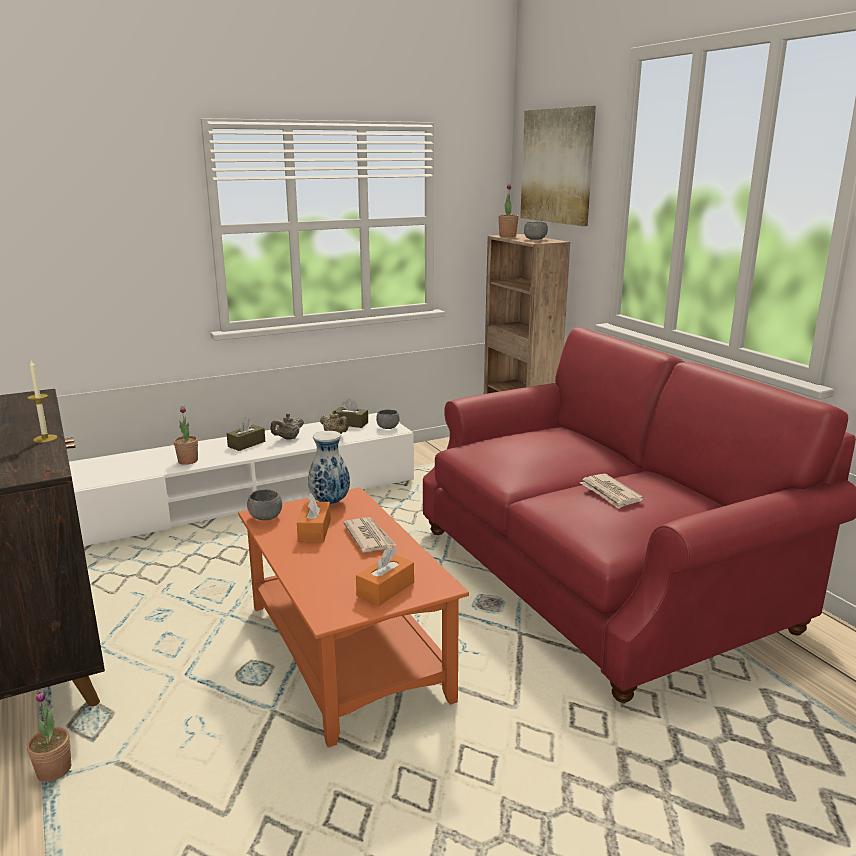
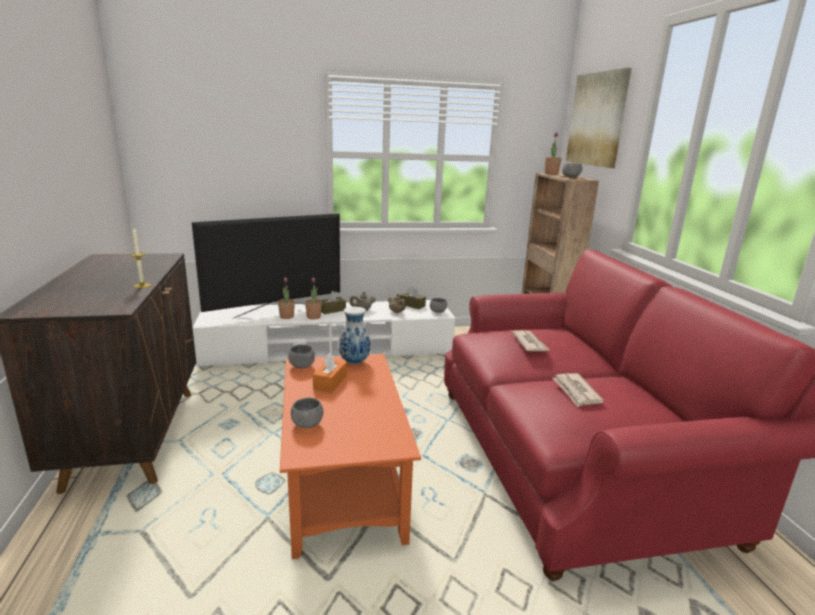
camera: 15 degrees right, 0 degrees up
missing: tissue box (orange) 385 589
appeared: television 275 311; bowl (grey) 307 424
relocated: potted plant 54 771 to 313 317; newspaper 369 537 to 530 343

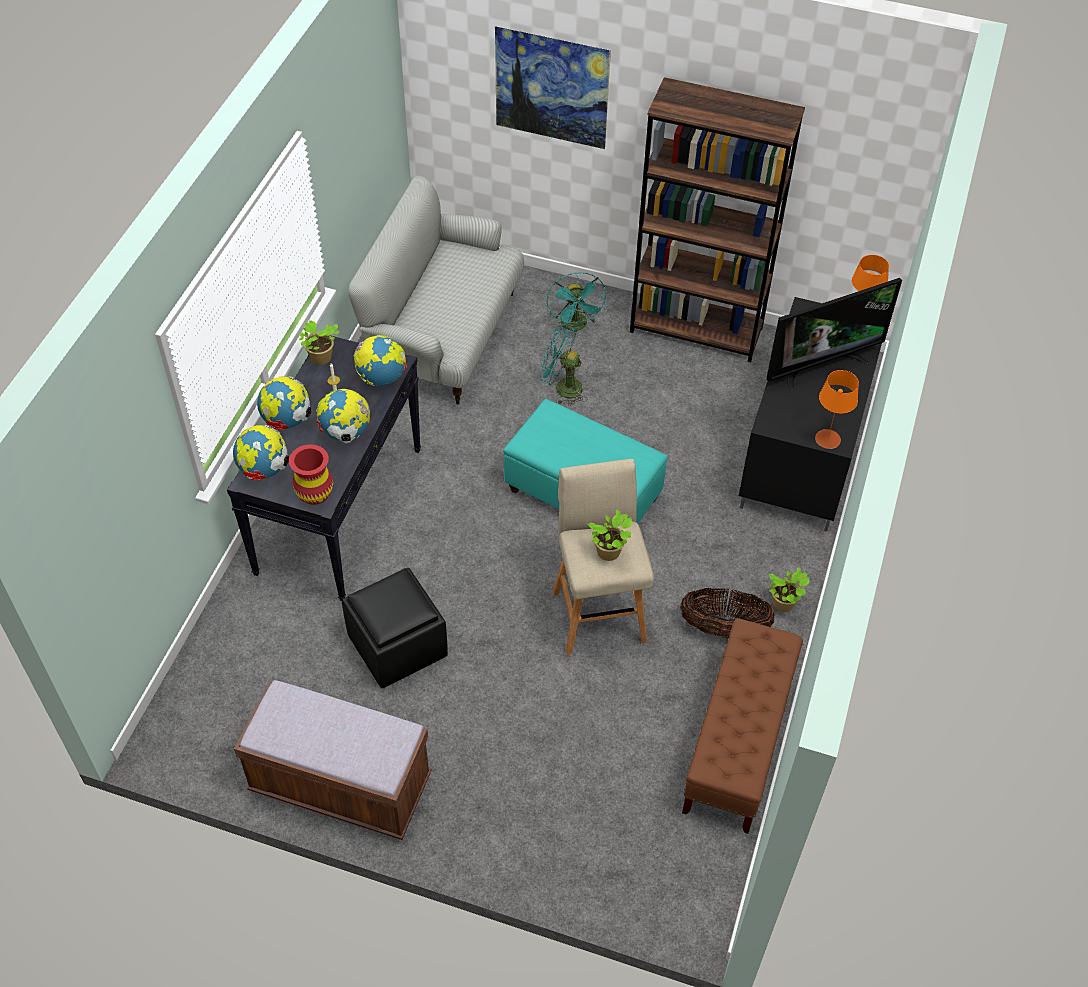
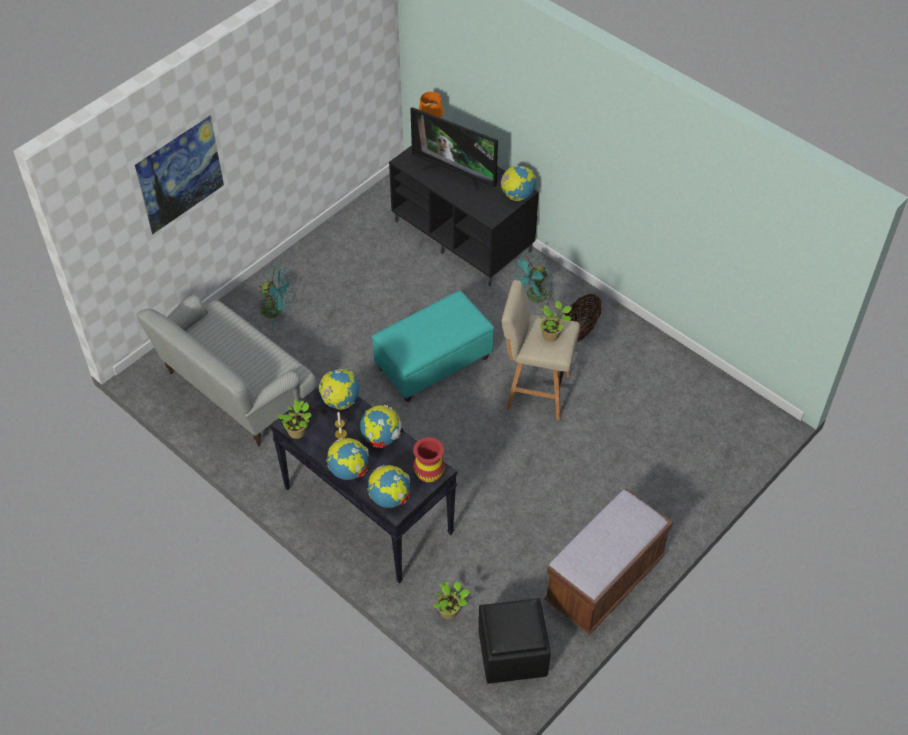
camera: 65 degrees left, 0 degrees up
missing: bookcase (brown) 696 329; bench (brown) 737 745
relocated: potted plant 784 605 to 450 611; ottoman (black) 396 646 to 512 654; fan (turquoise) 562 387 to 534 298
exchanged: table lamp (orange) 827 439 to globe 517 196
spun: television 820 365 = 455 174 120 degrees clockwise

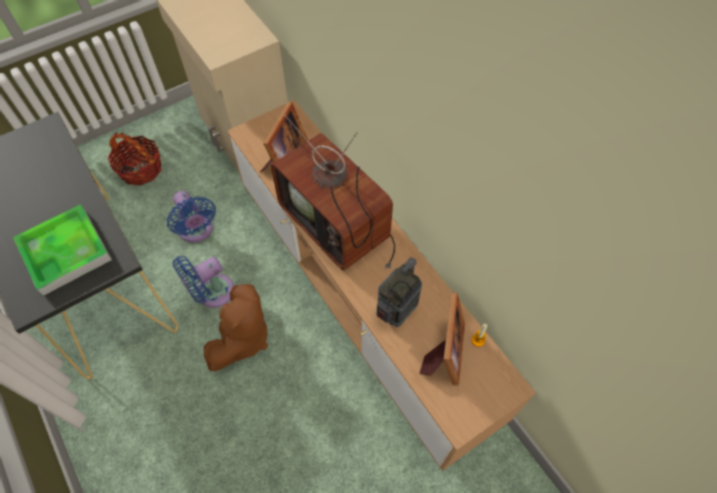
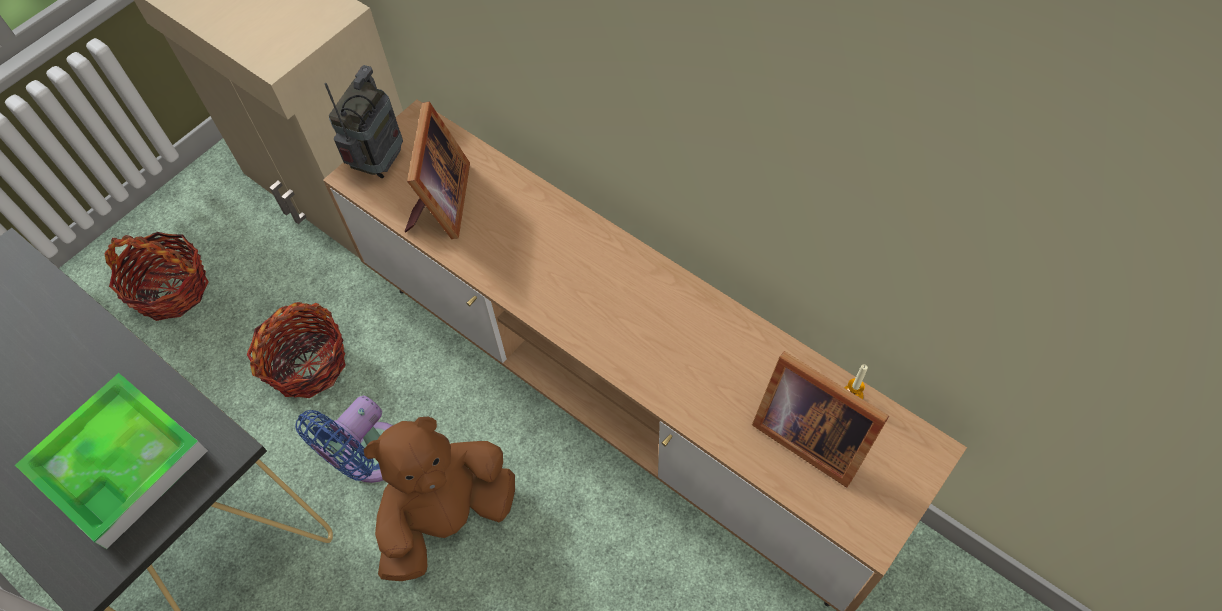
camera: 15 degrees left, 0 degrees up
missing: television 339 225
relocated: radio 396 312 to 380 163
exchanged: fan (blue) 197 231 to basket 307 364
spun: plush toy (brown) 242 339 = 447 517 135 degrees counterclockwise; picture frame 444 353 = 808 432 135 degrees clockwise

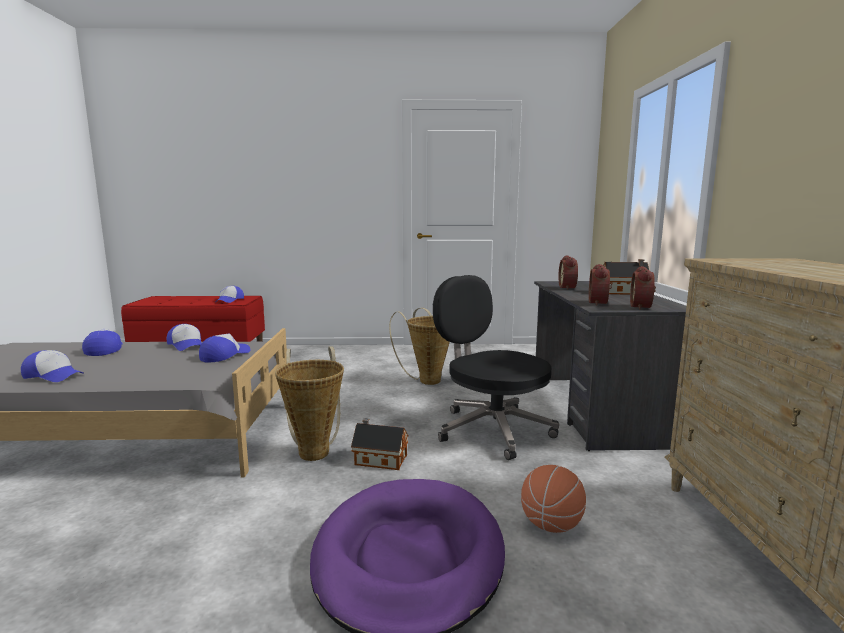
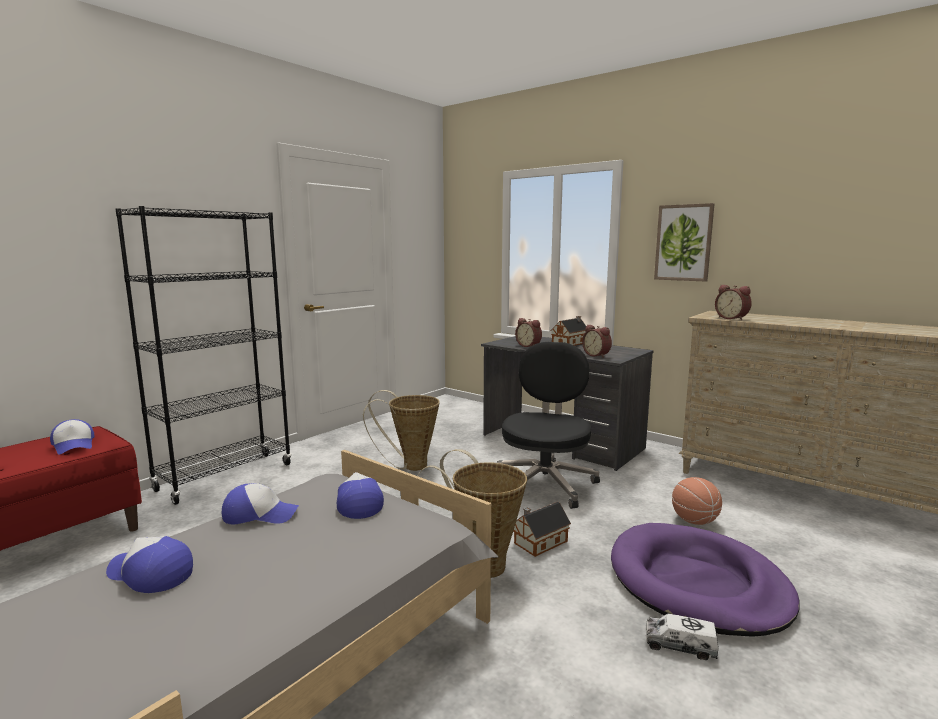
camera: 50 degrees left, 0 degrees up
missing: cap 53 375
appeared: bookcase (black) 225 477; toy truck 680 645; picture 683 243
relocated: alarm clock 643 307 to 732 318
spun: office chair (black) 491 429 = 545 483 105 degrees clockwise

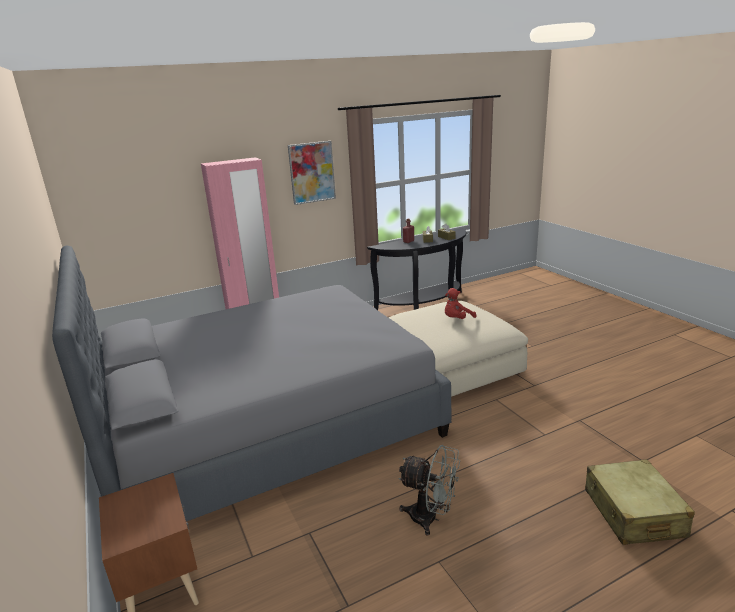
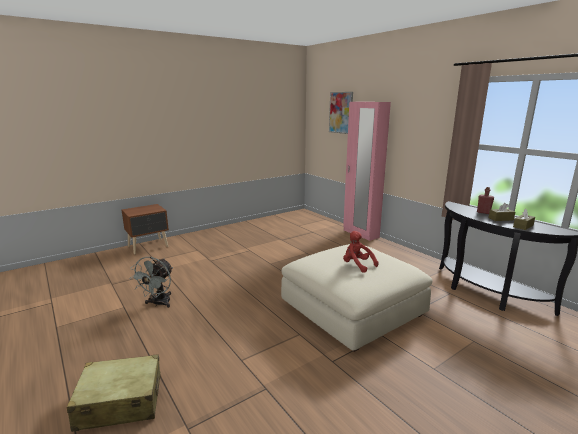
camera: 80 degrees right, 5 degrees down
missing: bed (grey) 268 424
relocated: picture 312 172 to 341 112

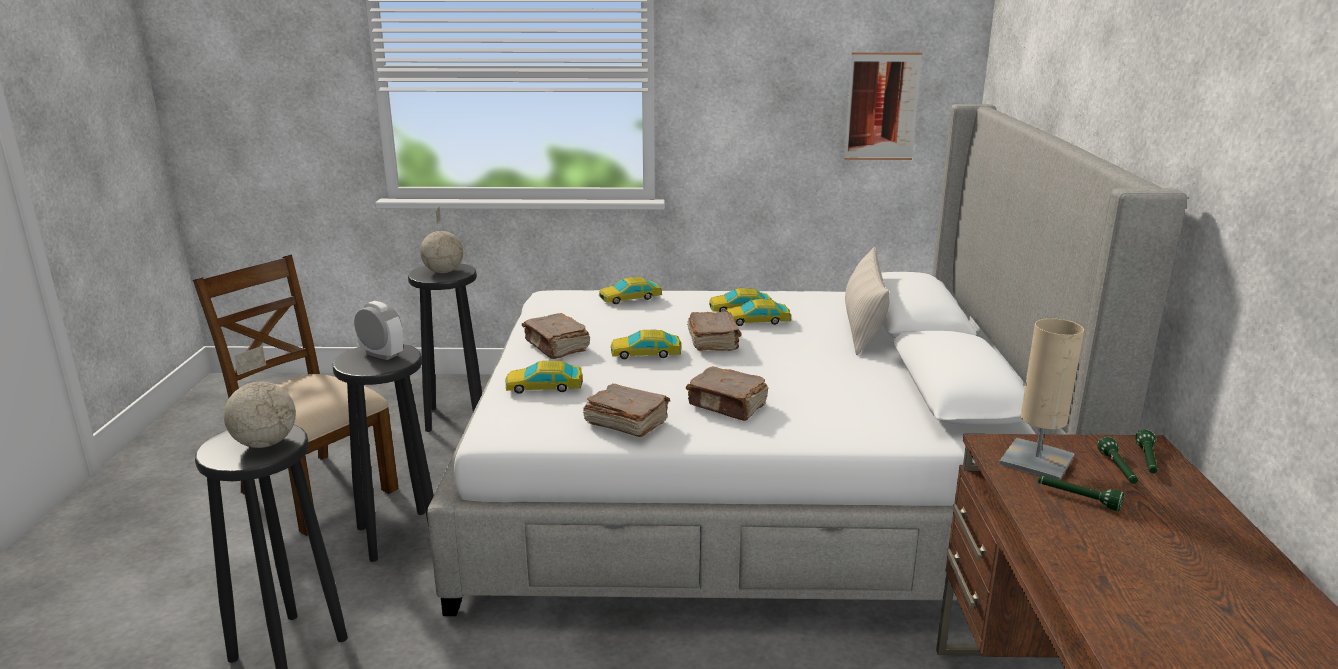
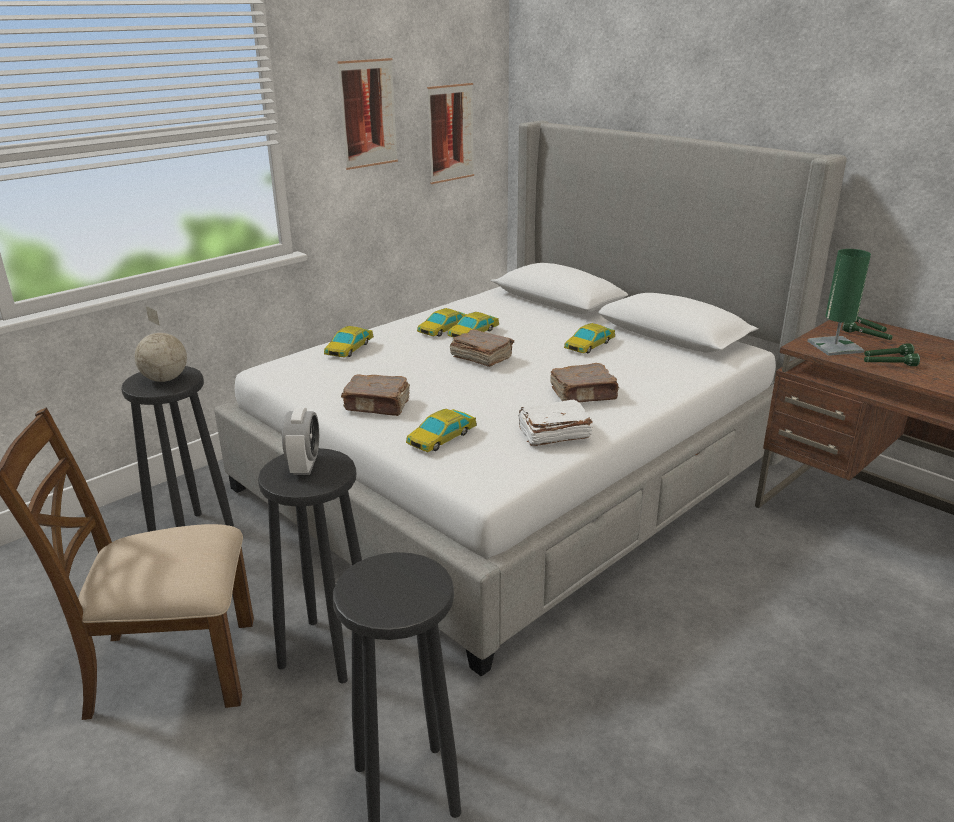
camera: 45 degrees left, 5 degrees up
missing: globe 264 444; pillow (beige) 863 328
appeared: picture 368 113; flashlight (green) 889 365
relocated: toy car 646 353 to 589 345
colour: book (brown) 626 423 to book (white) 553 434; table lamp (beige) 1036 460 to table lamp (green) 835 346
spun: alarm clock 381 355 = 304 466 105 degrees clockwise

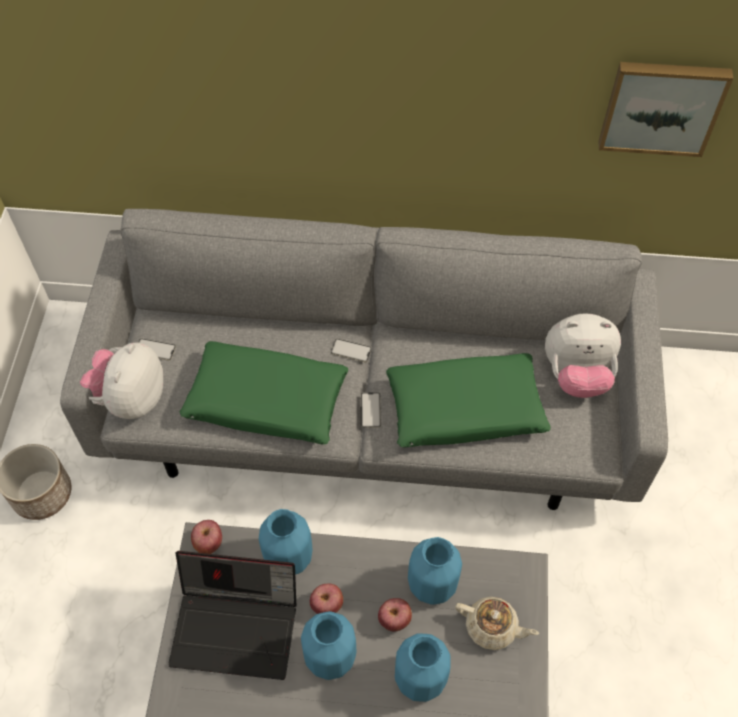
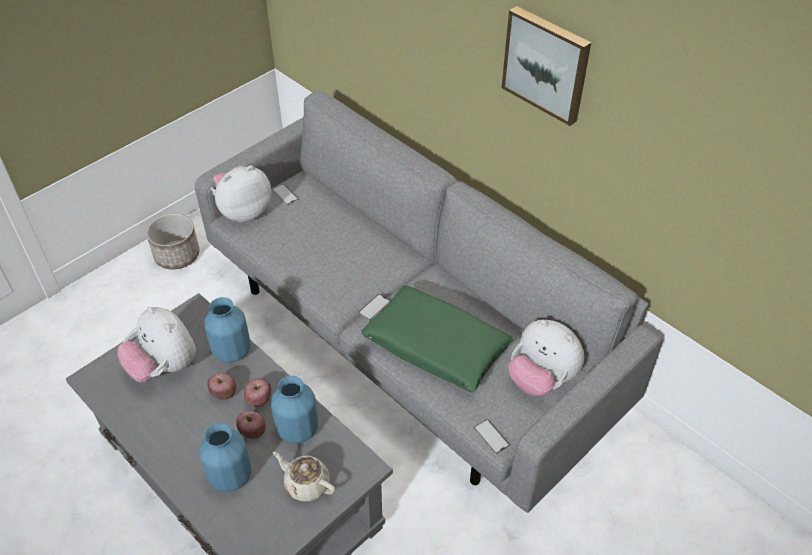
camera: 40 degrees right, 10 degrees down
missing: pillow (green) 266 401; vase (blue) 331 656
relocated: apple 208 543 to 259 400; phone 351 350 to 491 436; picture 662 106 to 547 64
exchanged: laptop 237 626 to plush toy 164 367
spun: teapot (beige) 492 627 = 306 484 150 degrees clockwise

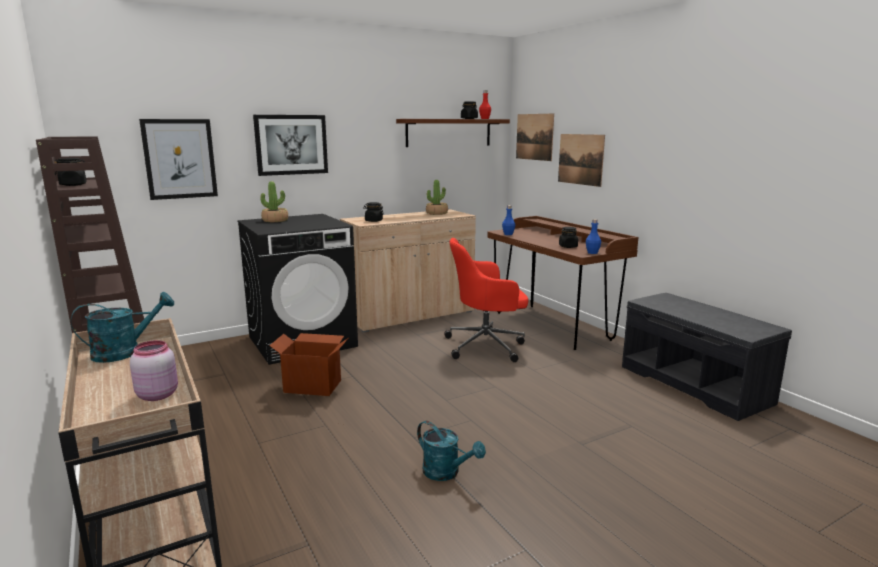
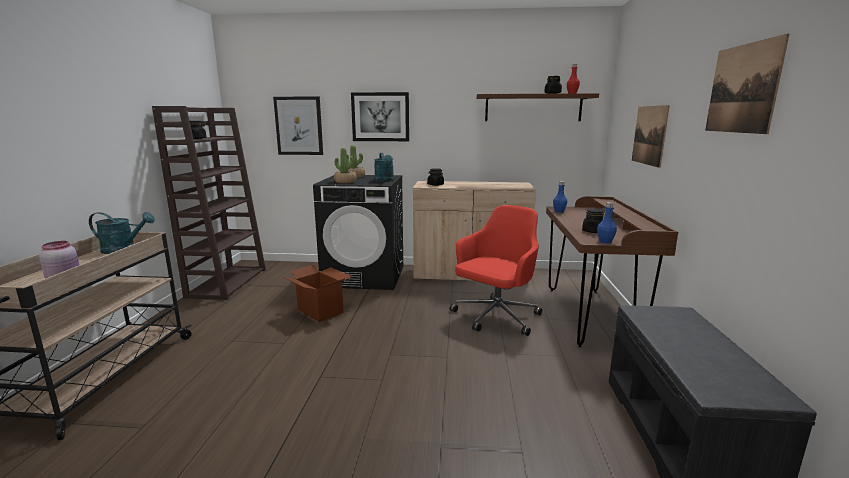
camera: 35 degrees right, 0 degrees up
relocated: potted plant 436 213 to 345 181; watering can (turquoise) 446 473 to 385 181; picture 534 137 to 742 88
spun: office chair (red) 486 346 = 495 317 105 degrees clockwise

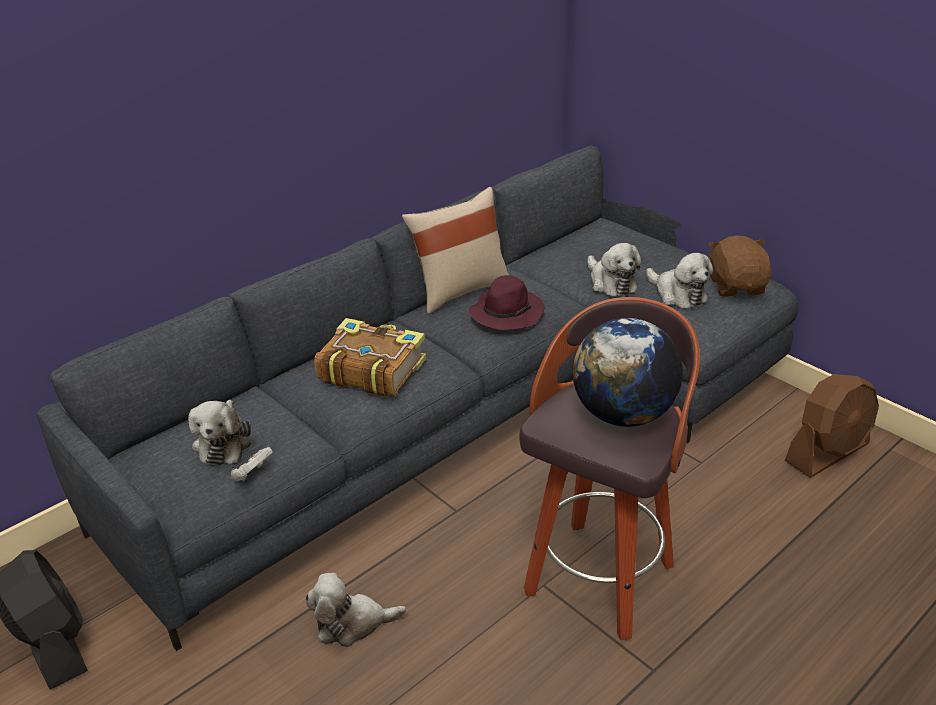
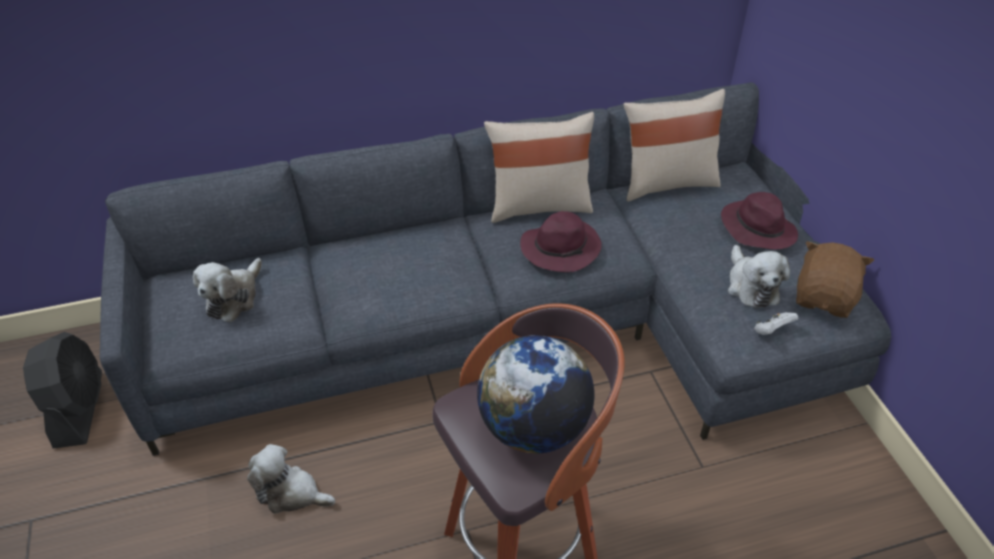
camera: 25 degrees right, 10 degrees up
missing: book 371 369; plush toy 611 283; fan (brown) 827 452
appeared: pillow (beige) 667 183; hat (purple) 756 228
relocated: game controller (white) 252 474 to 772 331

